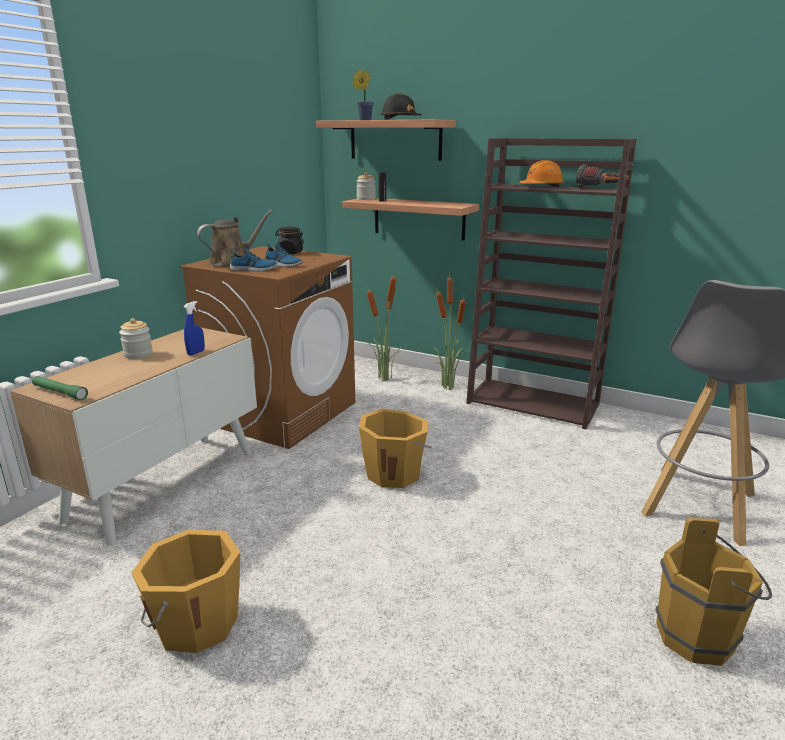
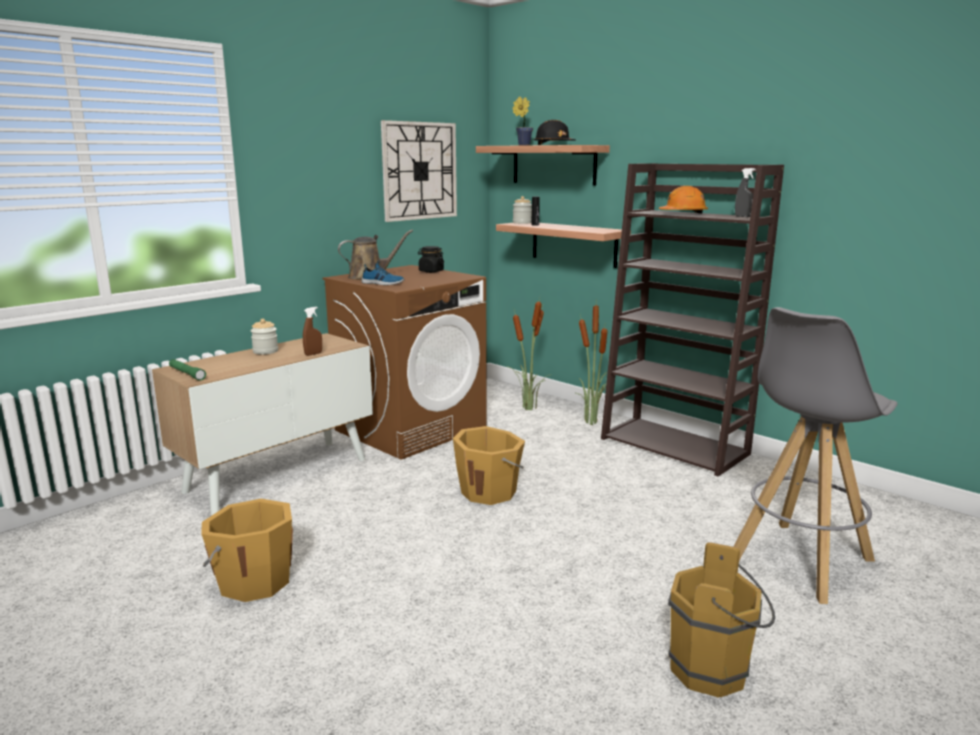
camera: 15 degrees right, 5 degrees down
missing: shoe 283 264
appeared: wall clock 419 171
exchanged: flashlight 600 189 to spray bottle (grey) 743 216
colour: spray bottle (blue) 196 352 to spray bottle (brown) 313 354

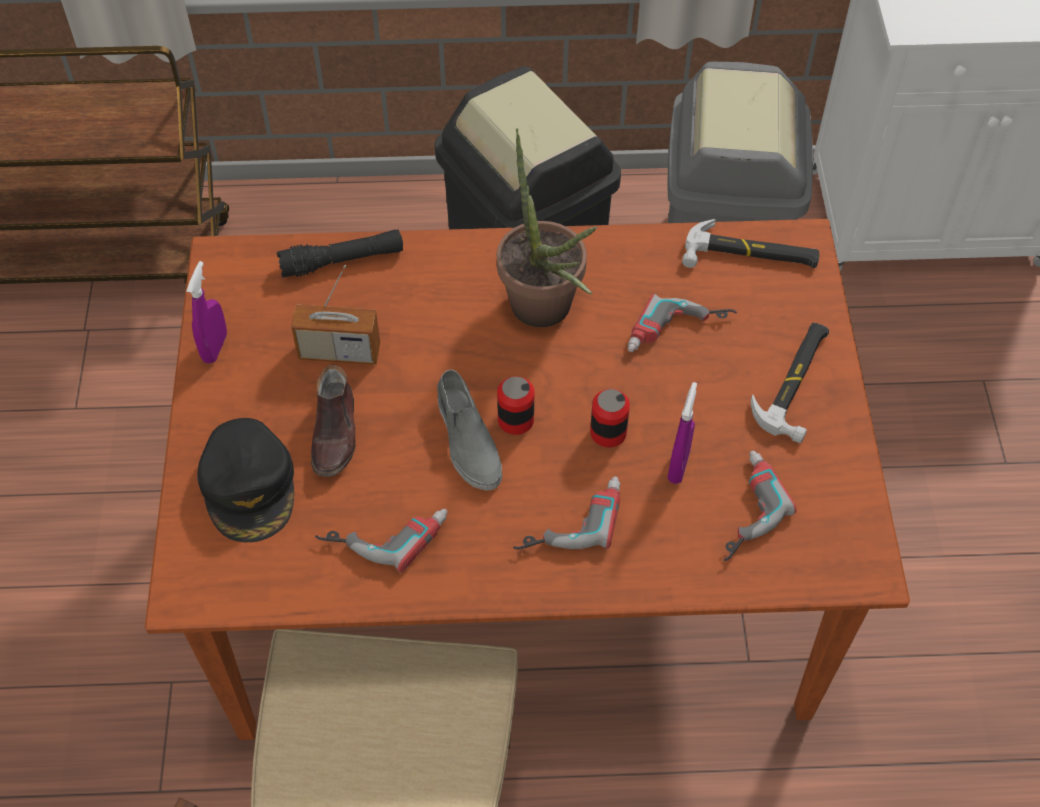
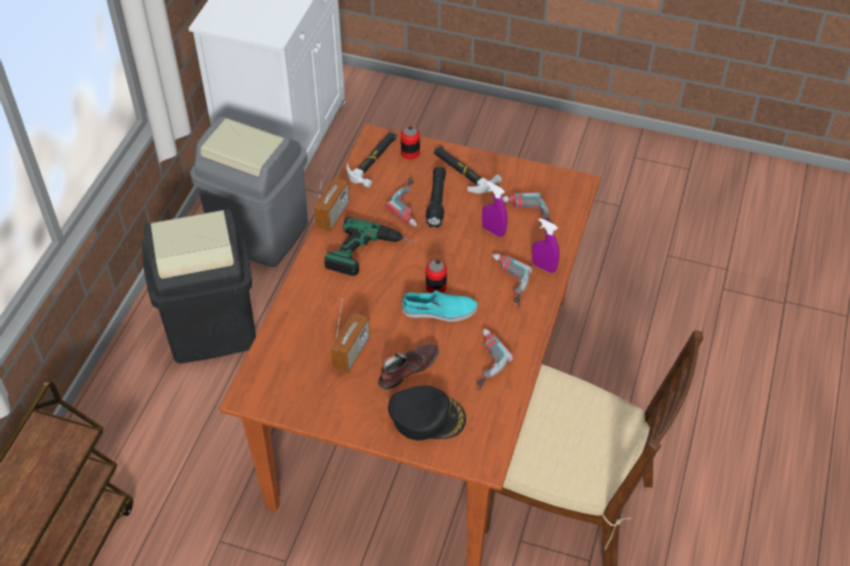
camera: 70 degrees left, 5 degrees down
appeared: radio 333 215
relocated: can 608 433 to 410 153; flashlight (black) 342 261 to 436 201; spray bottle (purple) 215 347 to 543 267
exchanged: potted plant 546 314 to power drill 371 254
colour: shoe (grey) 467 440 to shoe (turquoise) 439 311
spun: shoe (brown) 335 433 = 408 368 60 degrees counterclockwise

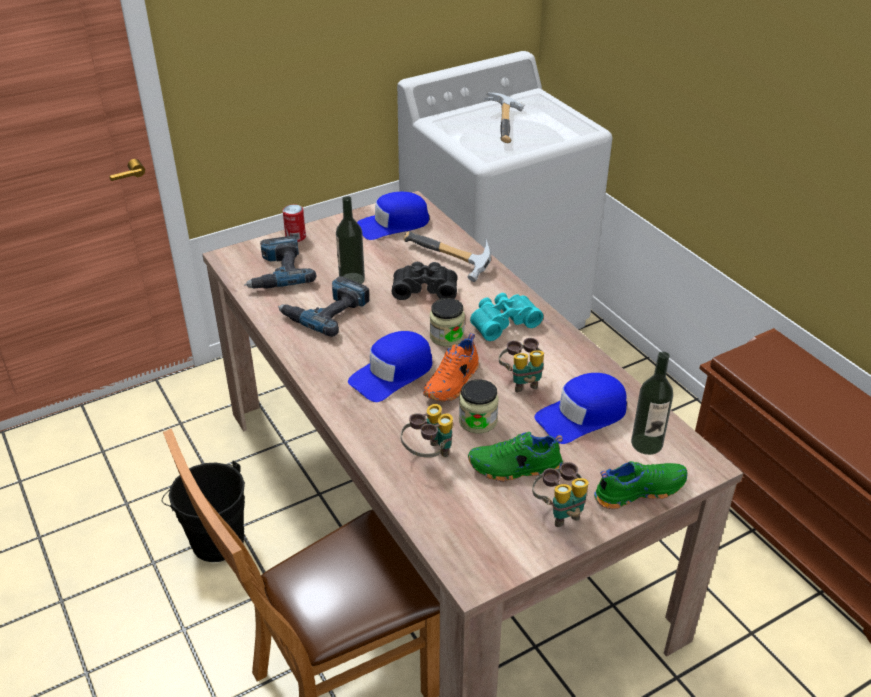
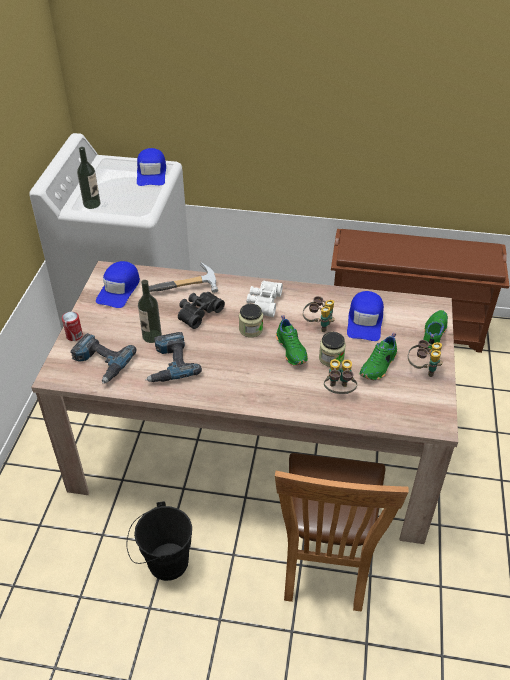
camera: 50 degrees left, 5 degrees up
missing: hammer 508 126
relocated: bottle 646 444 to 92 204; cap (blue) 392 373 to 151 173
colour: binoculars (turquoise) 502 322 to binoculars (white) 263 303; shoe (orange) 453 383 to shoe (green) 292 350

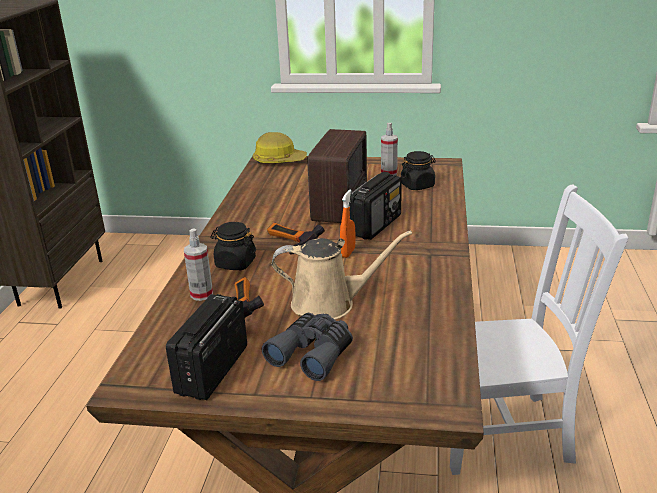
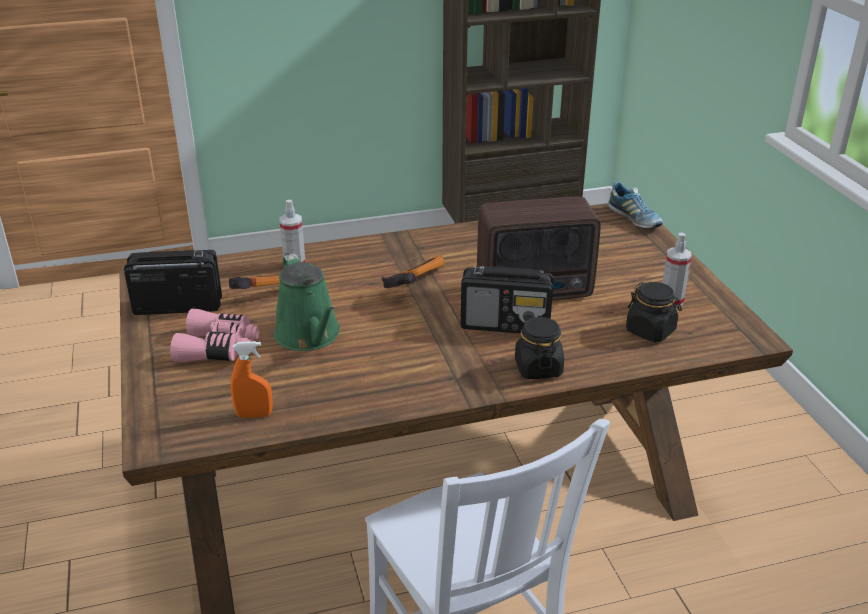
camera: 65 degrees right, 5 degrees up
relocated: spray bottle (orange) 348 252 to 254 415; jar (black) 235 263 to 538 368
exchanged: hard hat 279 161 to shoe 634 219
colour: binoculars (grey) 313 353 to binoculars (pink) 219 348; watering can (beige) 329 304 to watering can (green) 309 336

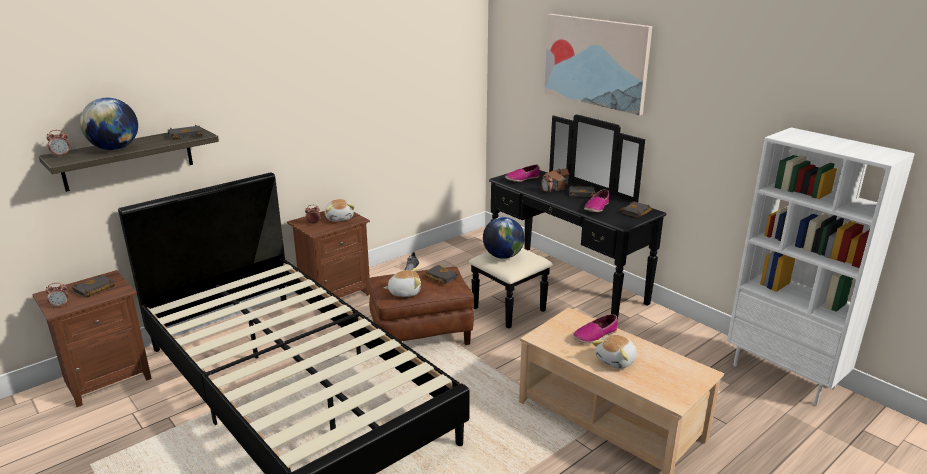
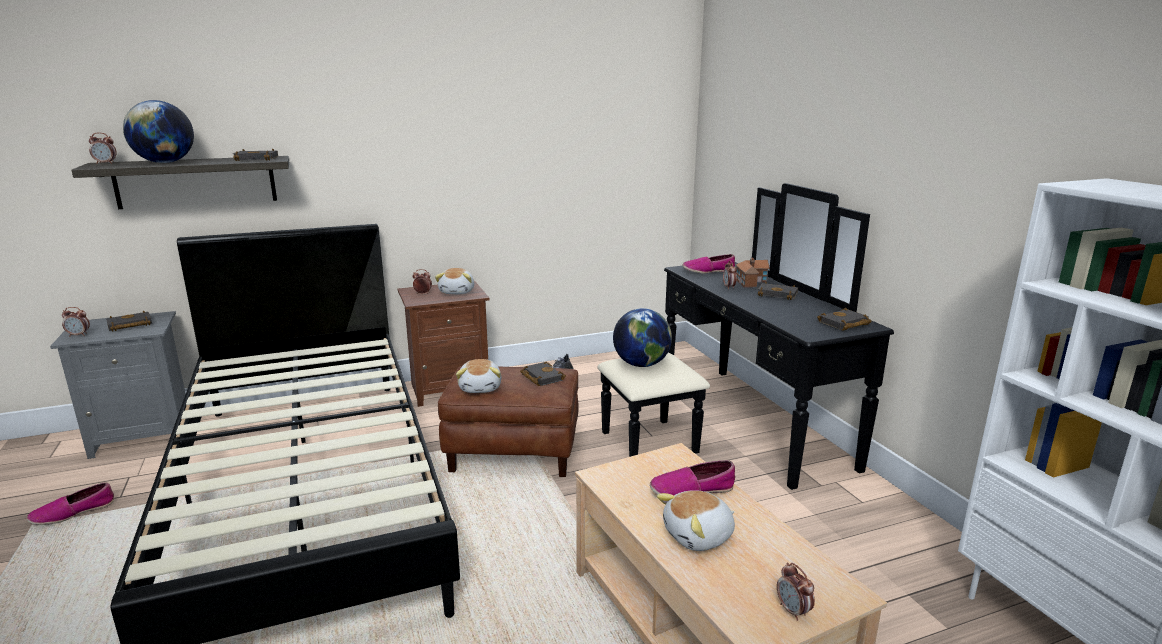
camera: 20 degrees right, 5 degrees down
missing: picture 596 62
appeared: alarm clock 793 611
relocated: shoe 596 207 to 73 512
colour: nightstand (brown) 106 379 to nightstand (grey) 143 435
spun: plush toy 404 292 = 481 387 75 degrees clockwise

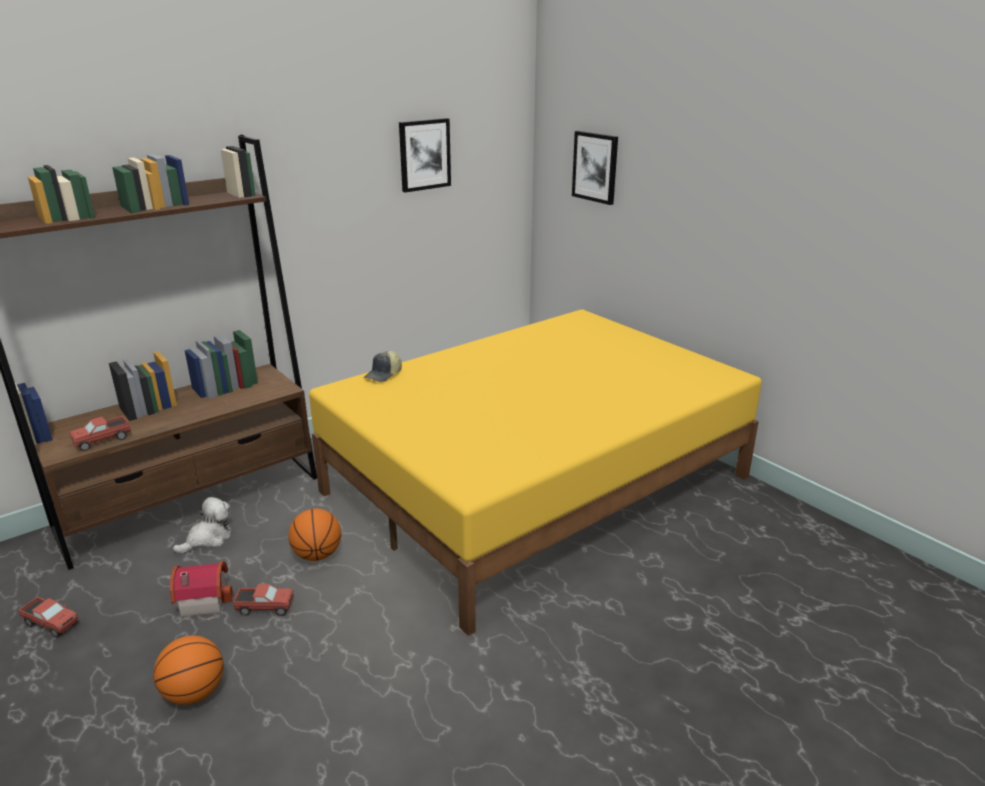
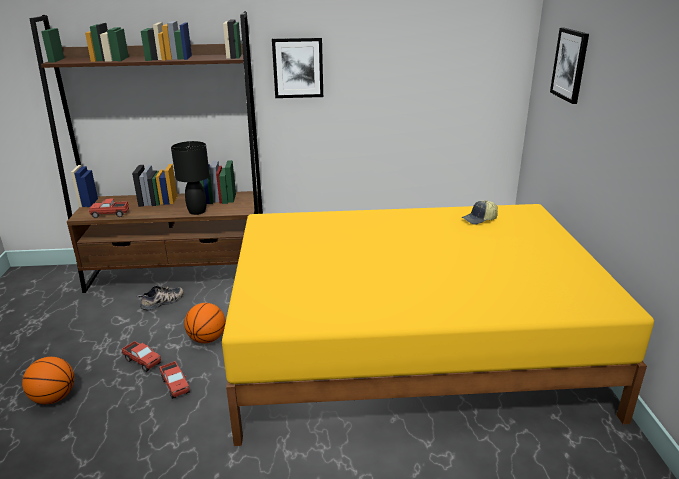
camera: 35 degrees right, 0 degrees up
missing: toy house 203 599
appeared: table lamp (black) 197 211
relocated: toy truck 51 624 to 175 386; picture 424 154 to 298 68; cap 384 375 to 479 219
exchanged: plush toy 208 539 to shoe 162 302

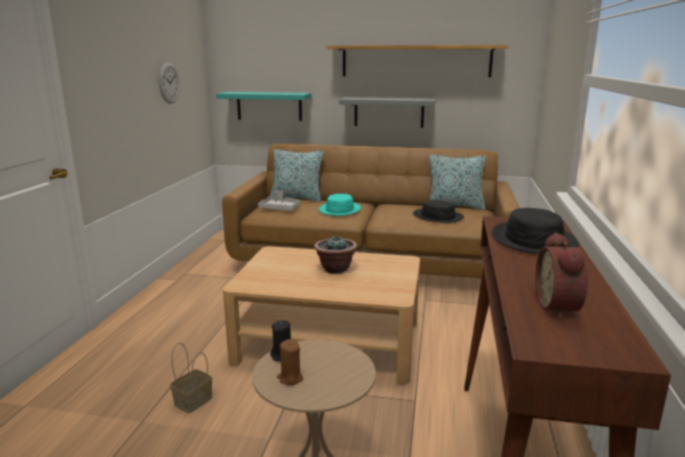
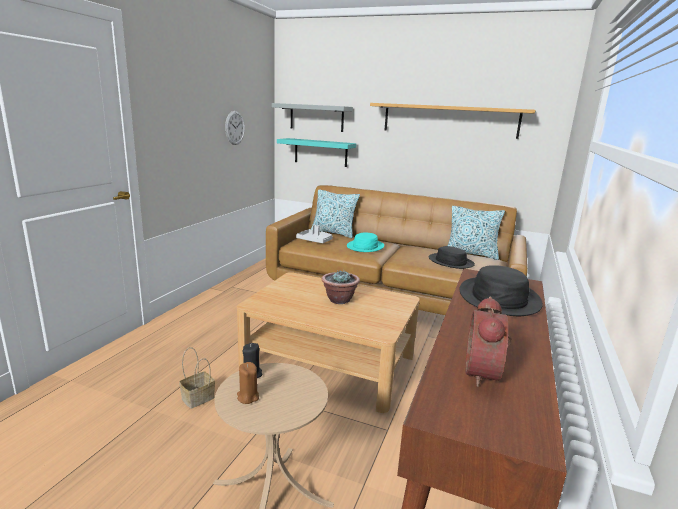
camera: 10 degrees right, 0 degrees up
relocated: shelf (grey) 388 112 to 316 117

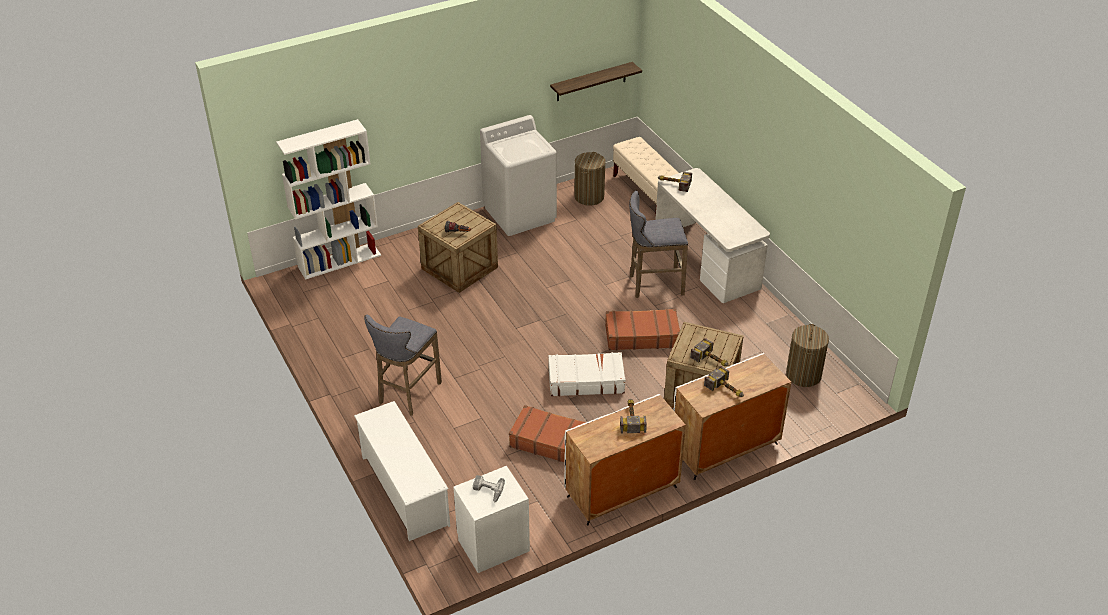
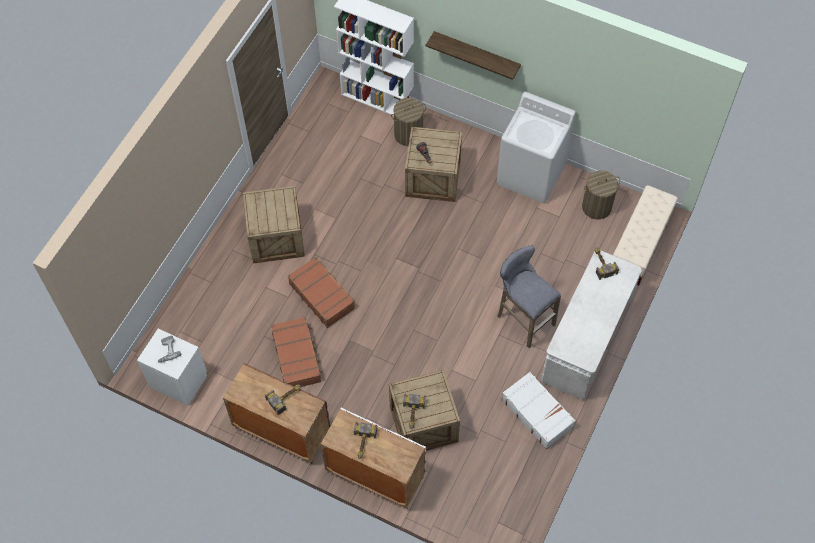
camera: 55 degrees right, 20 degrees up
missing: shoe rack (white) 404 490
relocated: suitcase (brown) 641 336 to 322 295; laundry basket 803 375 to 408 135; shelf 591 82 to 476 54; suitcase (white) 585 380 to 537 412
exchanged: stool (grey) 407 394 to crate 276 237
colour: cabinet (white) 621 492 to cabinet (brown) 281 430

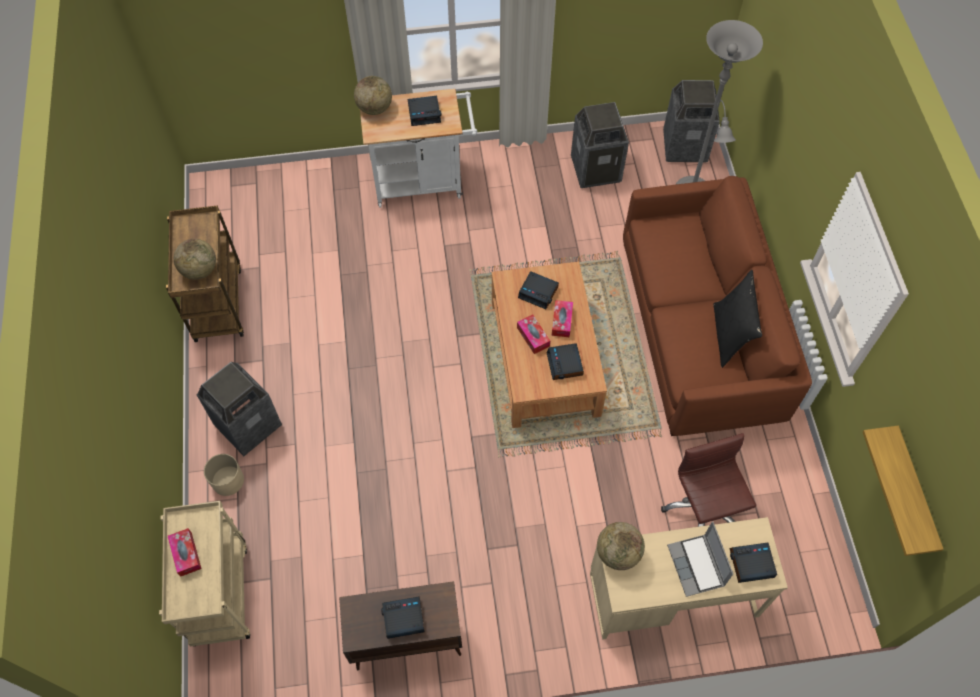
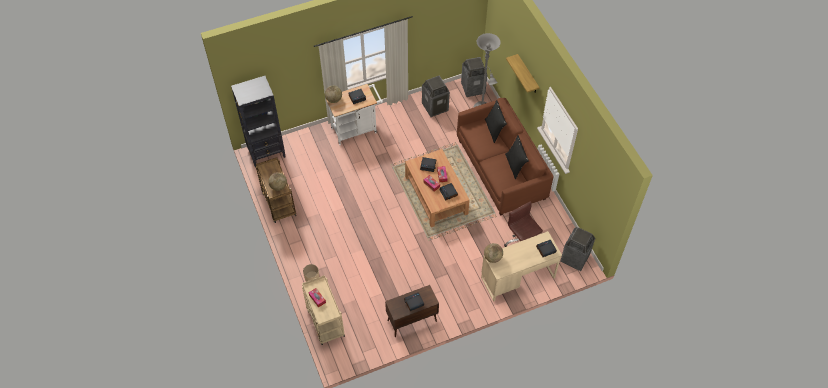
camera: 15 degrees left, 5 degrees down
missing: laptop 697 566
appeared: bookcase (black) 267 153; pillow (black) 494 129
relocated: shelf 913 492 to 527 75; trash can 247 425 to 574 258

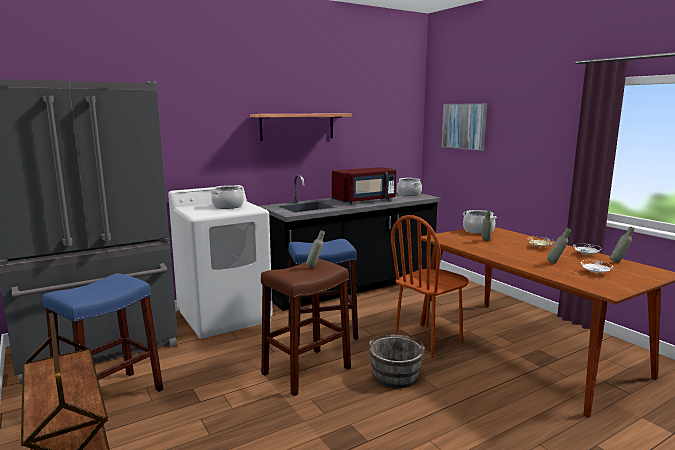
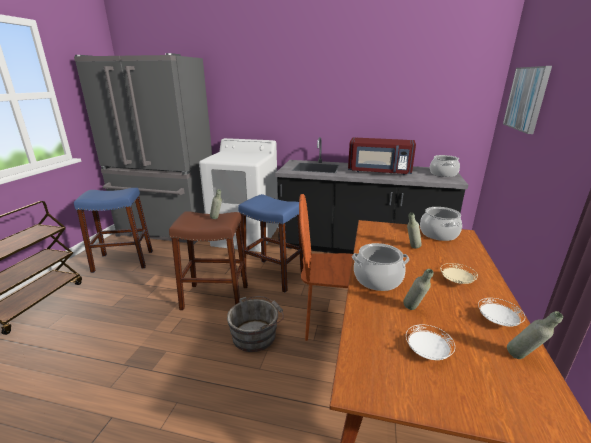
camera: 45 degrees right, 10 degrees up
missing: shelf 297 126
relocated: cooking pot 228 206 to 377 279

